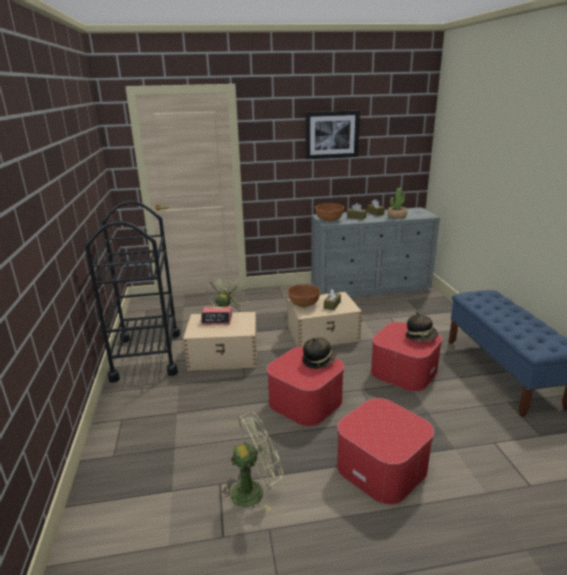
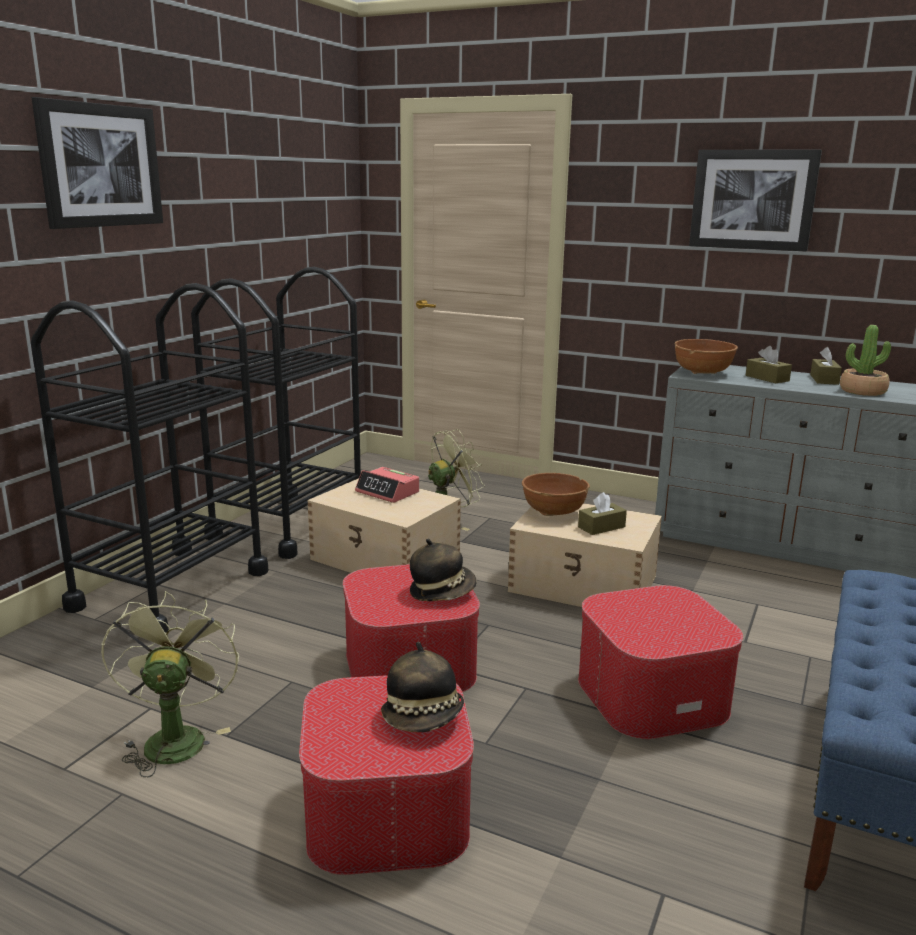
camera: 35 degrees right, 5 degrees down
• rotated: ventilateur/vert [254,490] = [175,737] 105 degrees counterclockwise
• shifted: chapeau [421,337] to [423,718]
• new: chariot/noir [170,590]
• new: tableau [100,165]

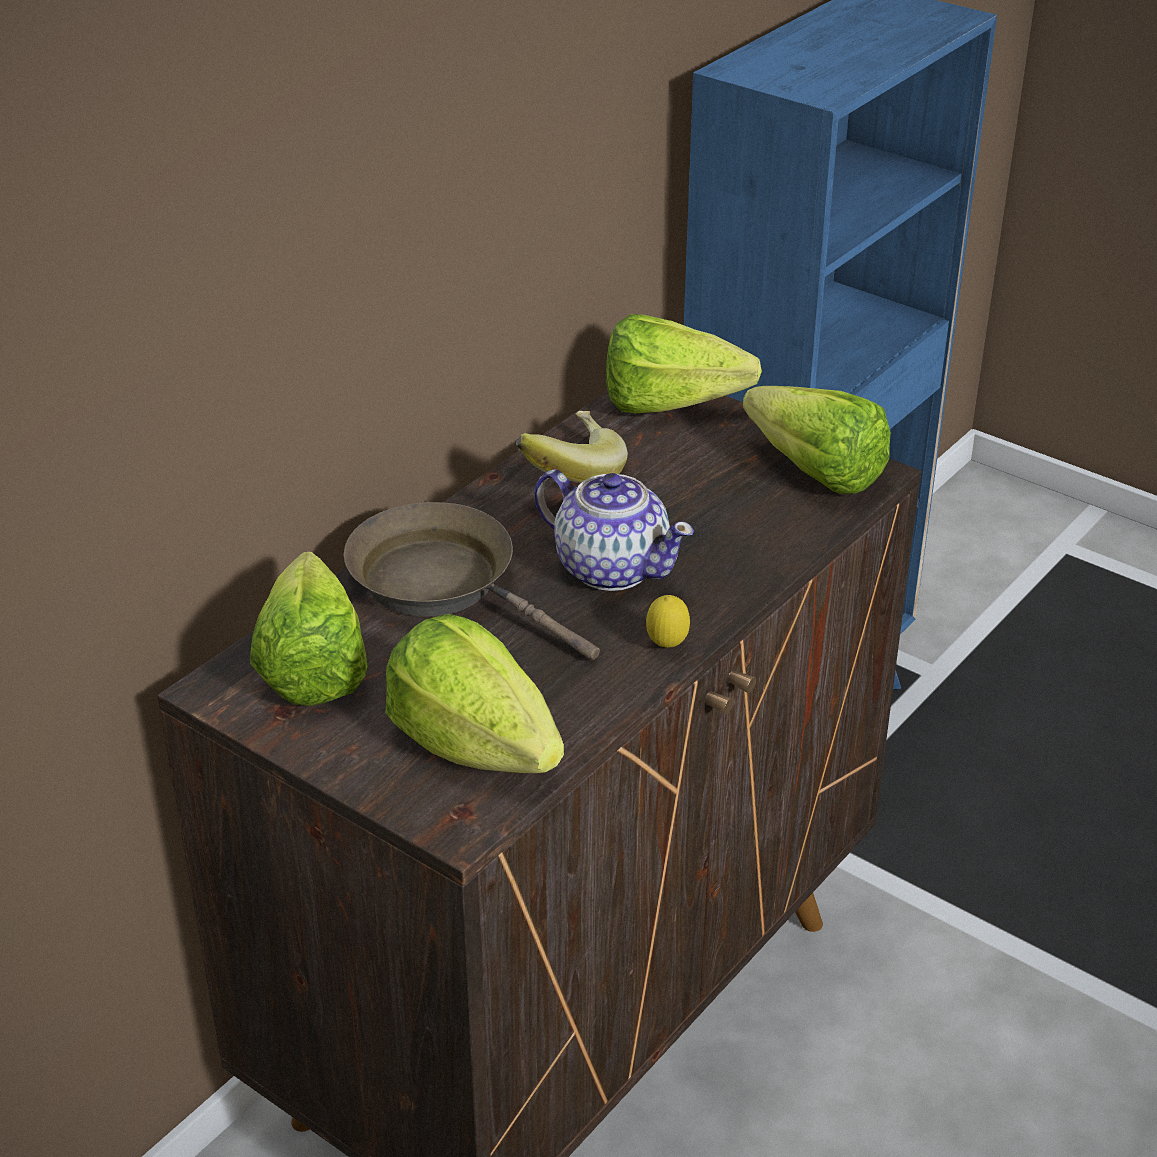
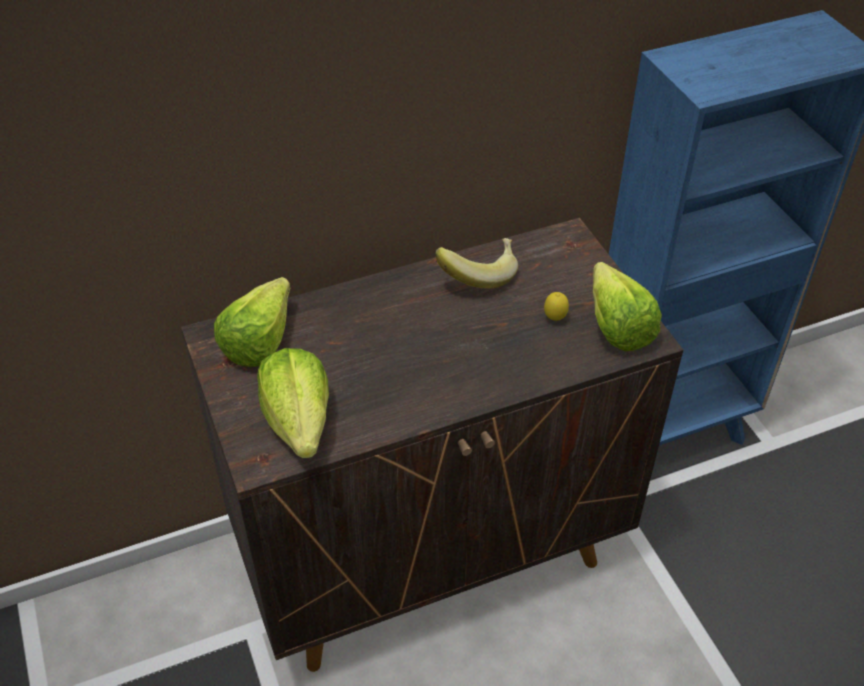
camera: 30 degrees right, 10 degrees up
• gone: poêle/marron [444,585]
• gone: théière [611,567]
• gone: laitue [682,407]
• shifted: citron [667,646] to [554,319]

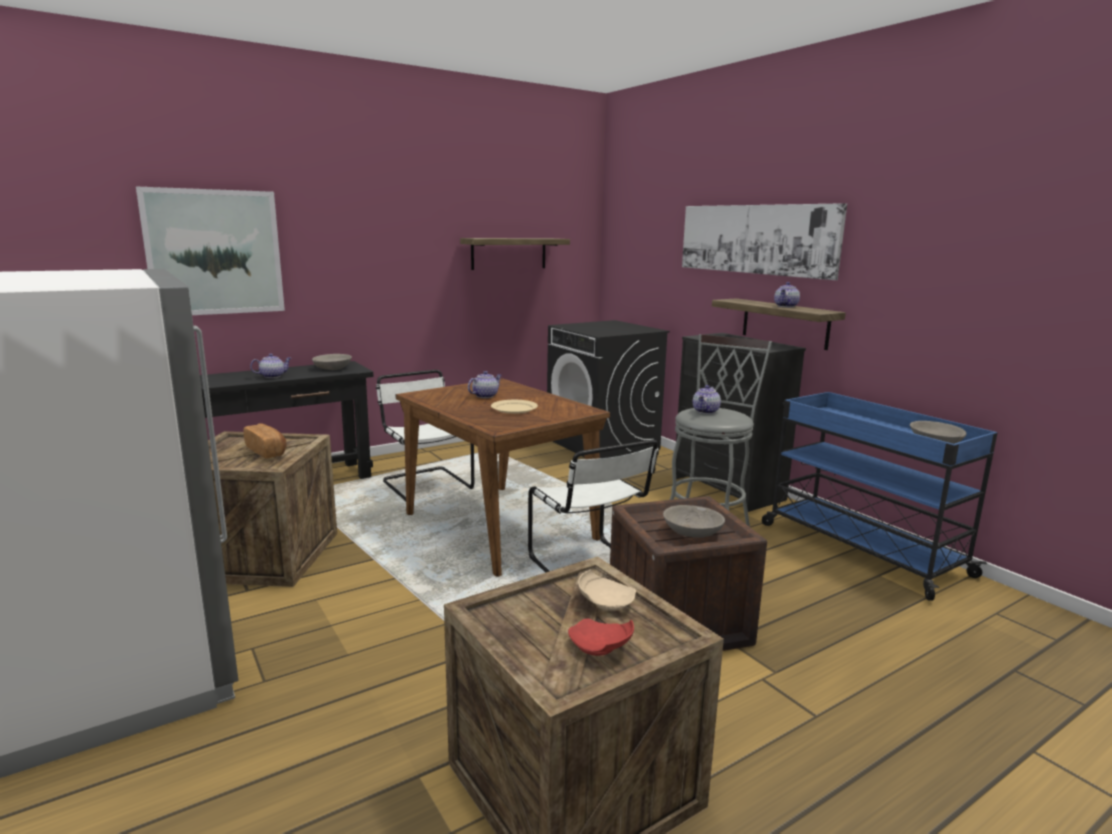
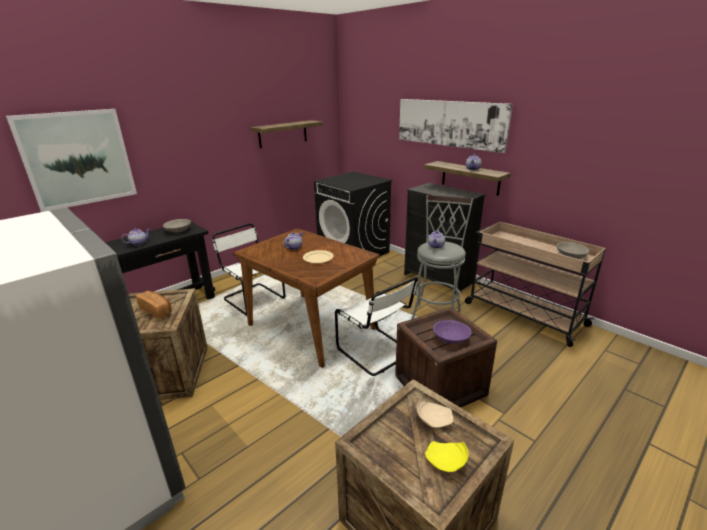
camera: 10 degrees left, 10 degrees up
• repainted: assiette/rouge [600,647] to assiette/jaune [446,462]
• repainted: bol/gris [692,532] to bol/violet [451,338]
• repainted: chariot/bleu [859,548] to chariot/beige [522,313]

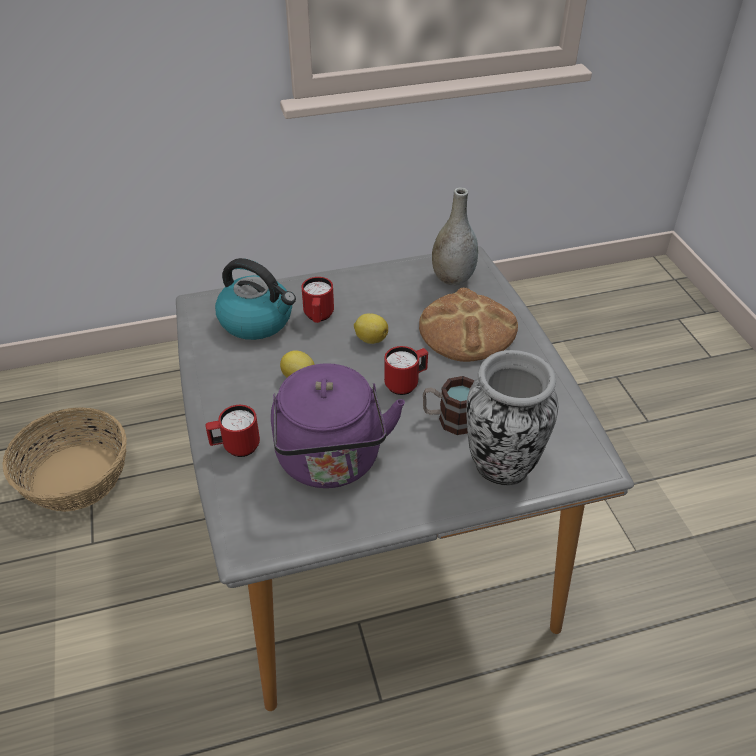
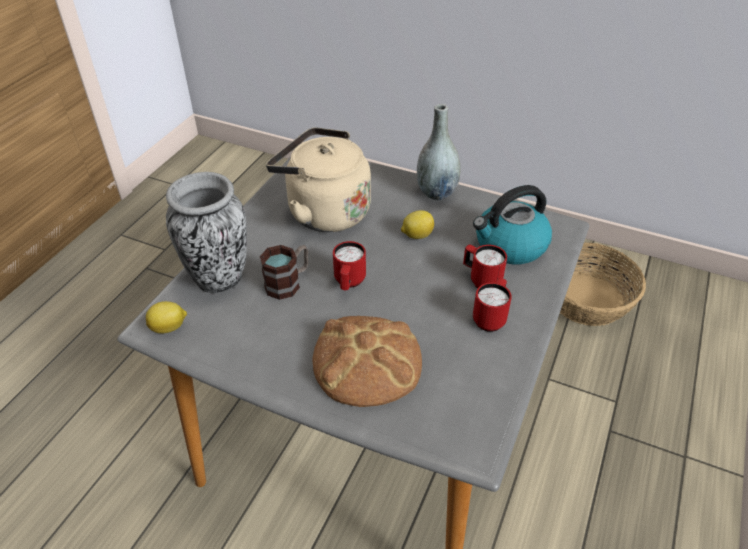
camera: 130 degrees right, 0 degrees up
• shifted: mug/rouge [236,447] to [490,318]
• repainted: bouilloire/violet [331,462] to bouilloire/beige [324,212]
• shifted: citron [370,339] to [169,327]
• shifted: vase/gris [453,278] to [436,193]

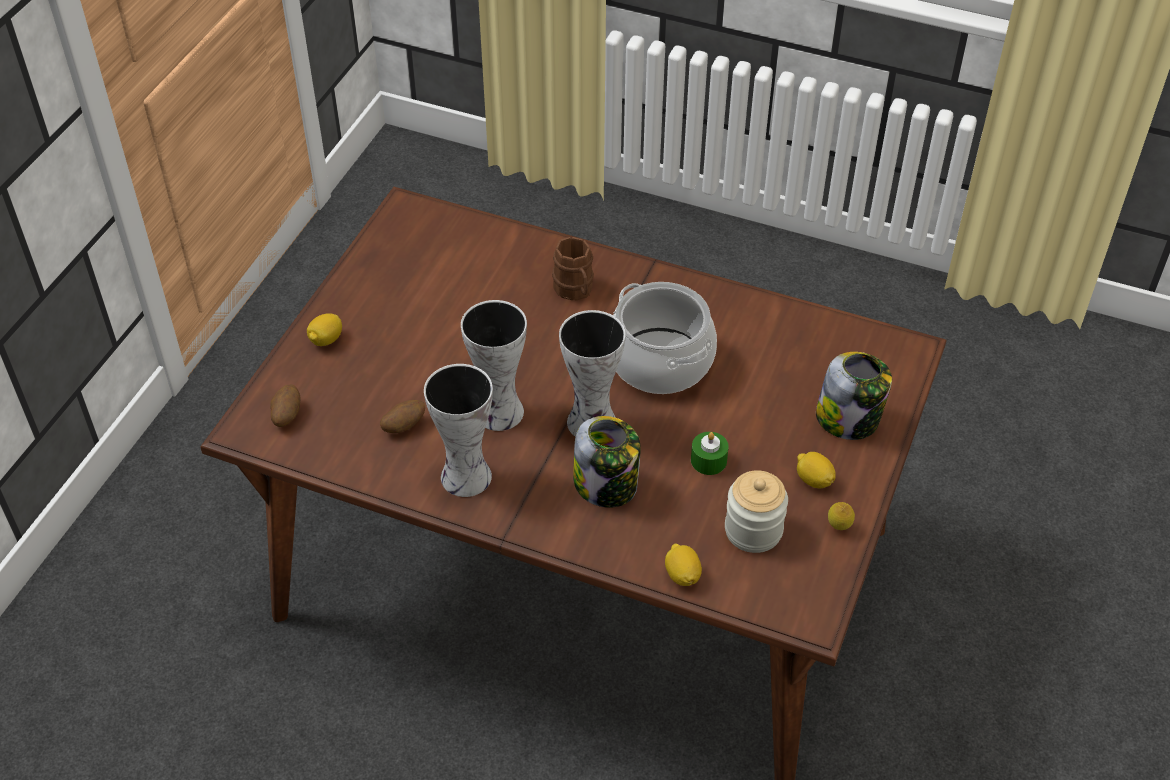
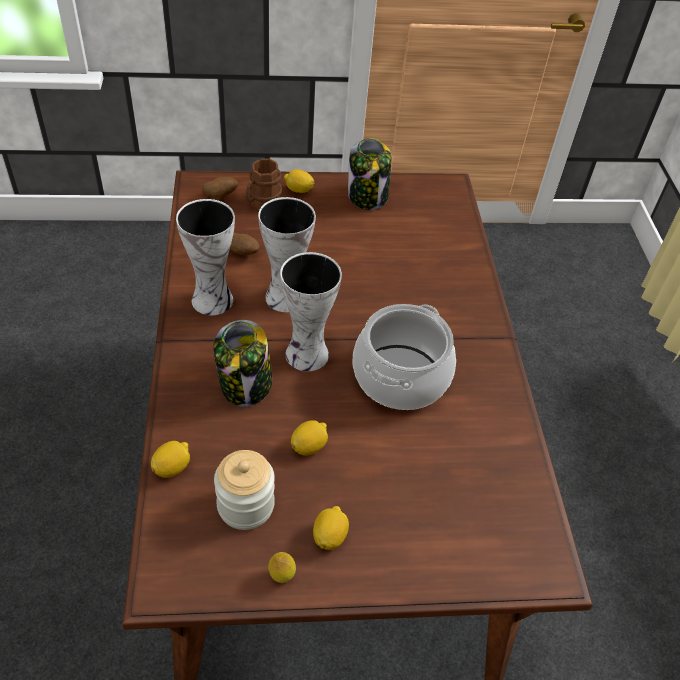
camera: 60 degrees right, 0 degrees up
• shifted: mug/marron [575,291] to [262,203]
• swapped: bougie/vert [708,460] to citron [309,446]
• shifted: bocal [848,419] to [367,196]

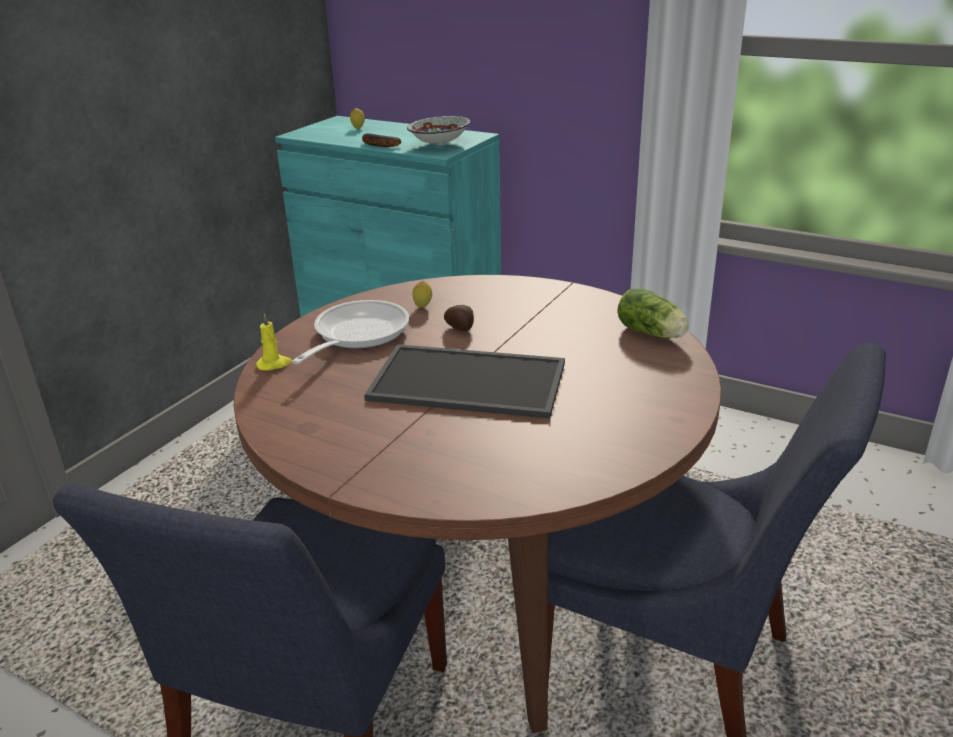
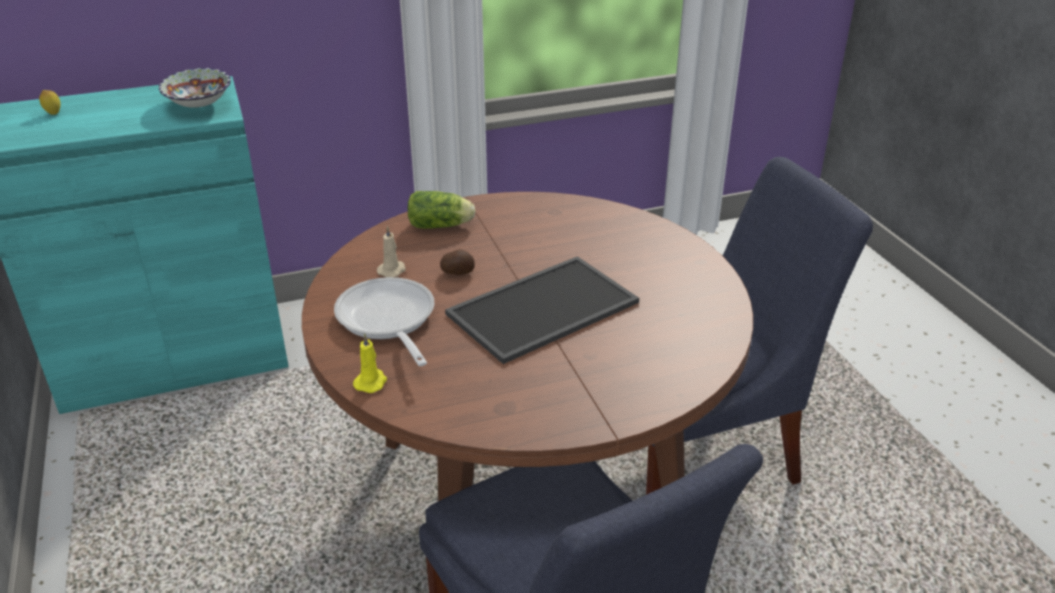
camera: 50 degrees left, 5 degrees up
• gone: banane [377,144]
• swapped: citron [423,306] to bougie/beige [392,270]
• shifted: laitue [652,334] to [442,225]

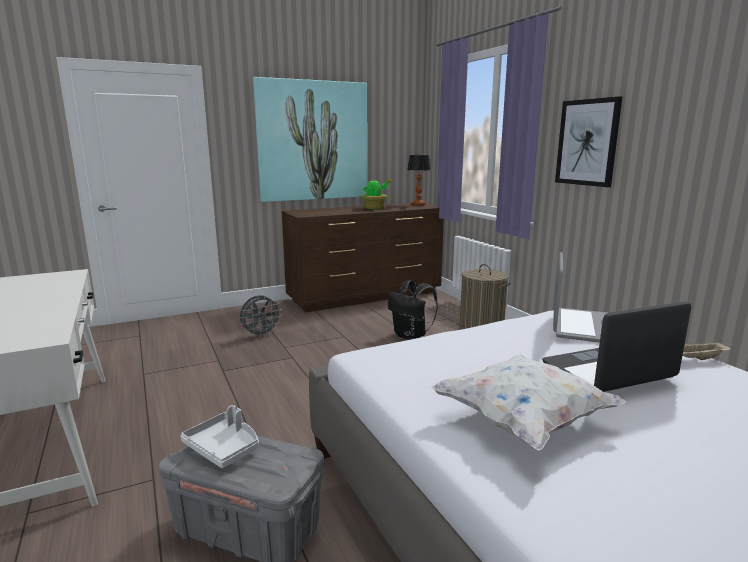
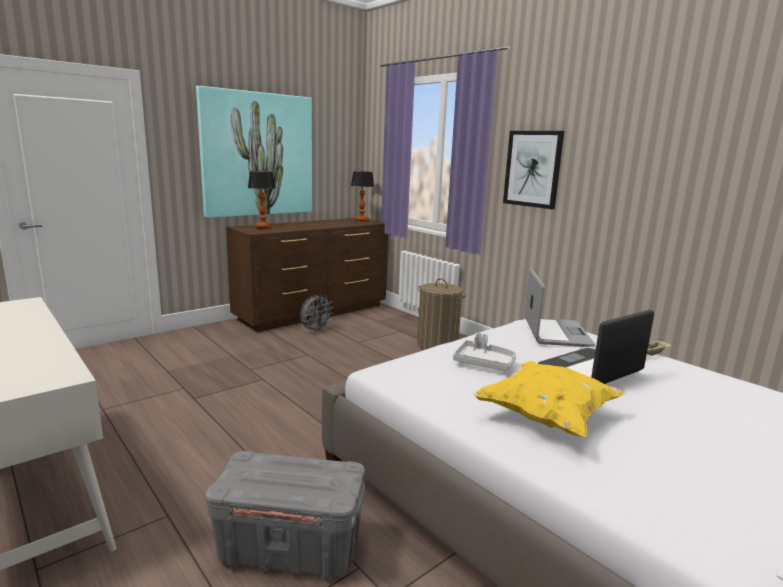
camera: 15 degrees left, 0 degrees up
• shifted: plateau/gris [224,448] to [484,363]
• shifted: ventilateur/gris [261,335] to [315,331]
• gone: plante en pot [374,208]
• gone: sac à dos/noir [411,336]
• repainted: coussin/blanc [523,422] to coussin/jaune [547,417]
• new: lampe de table [262,227]

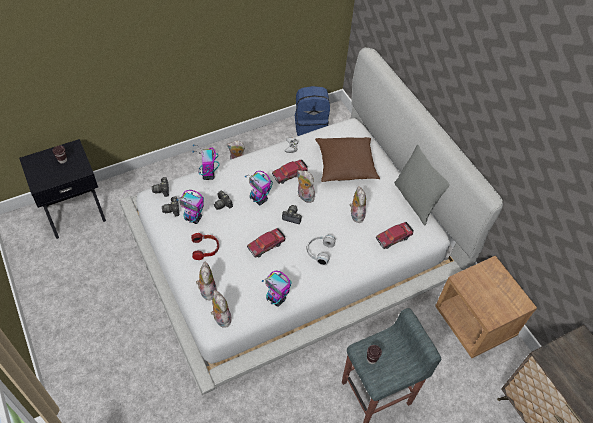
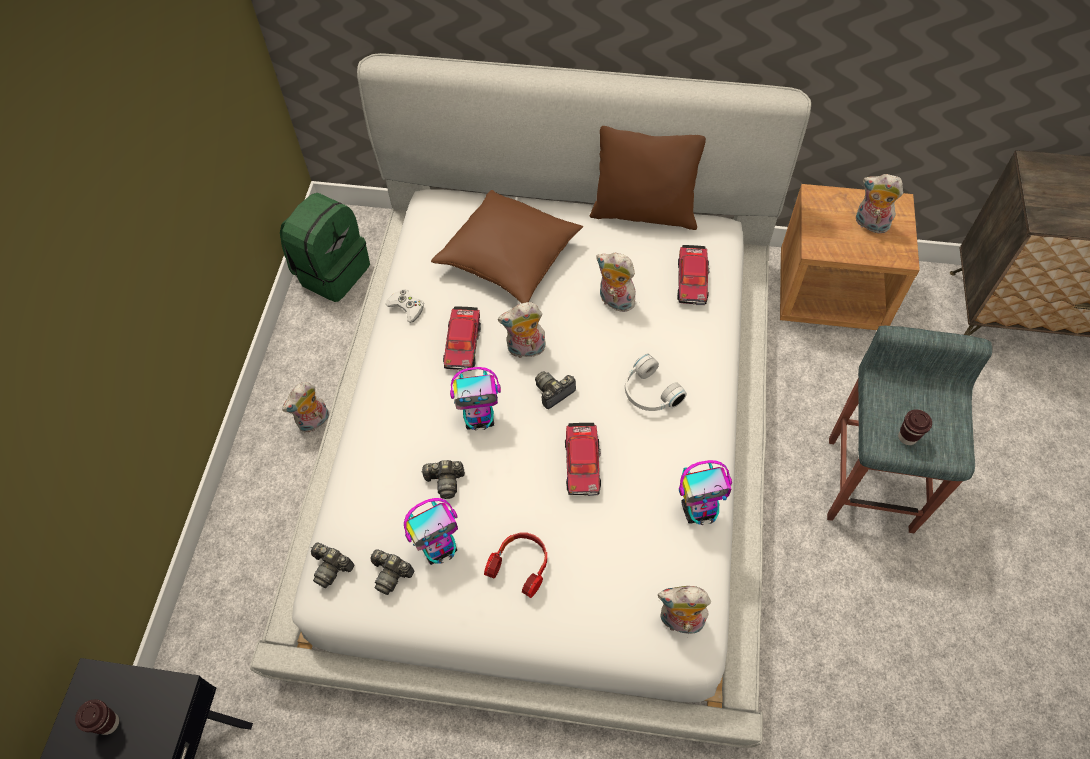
camera: 50 degrees left, 5 degrees up
• gone: robot jouet [208,175]
• shifted: peluche [207,290] to [869,224]
• repainted: sac à dos/bleu [310,125] to sac à dos/vert [332,271]
• repainted: coussin/gris [416,200] to coussin/marron [644,212]

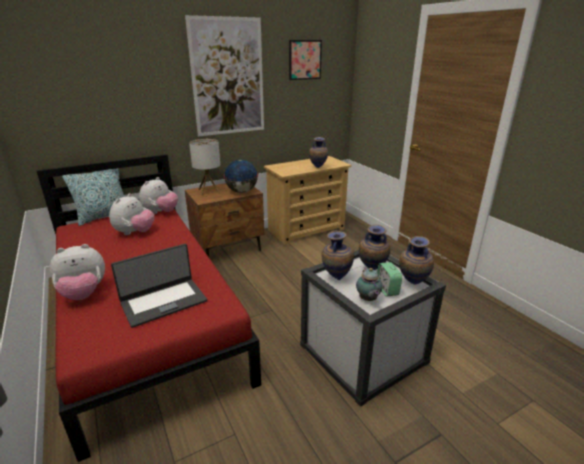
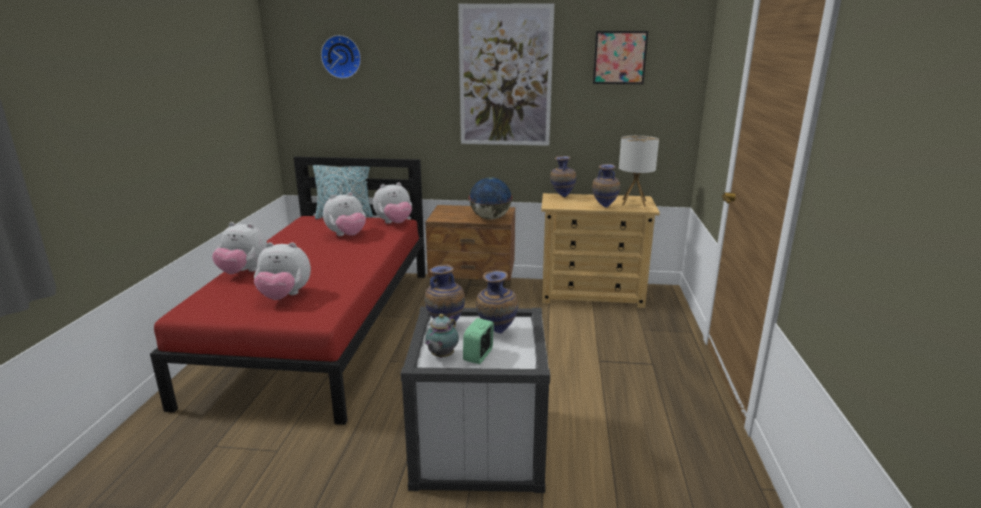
camera: 35 degrees right, 5 degrees down
• swapped: ordinateur portable [163,301] to peluche [284,296]
• shifted: lampe de table [209,191] to [634,203]
• shifted: vase [412,284] to [562,197]
• new: horloge murale [342,56]

